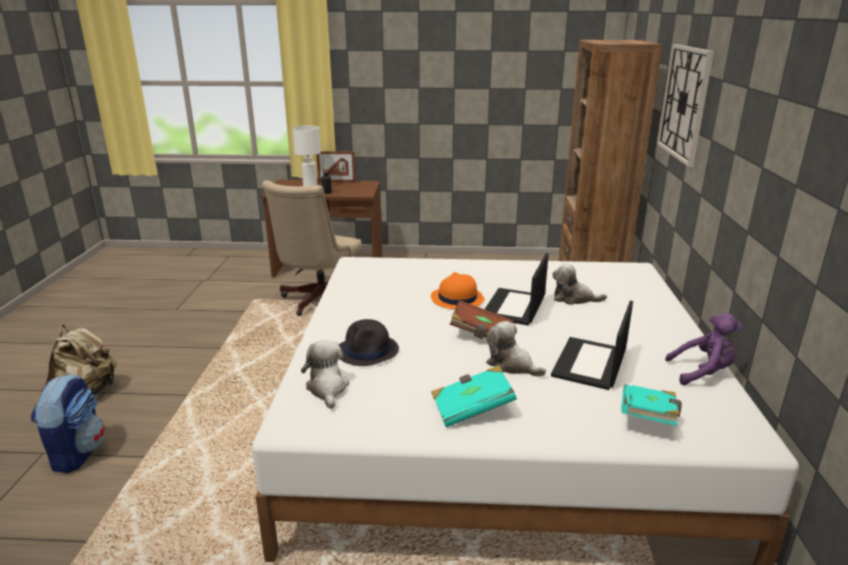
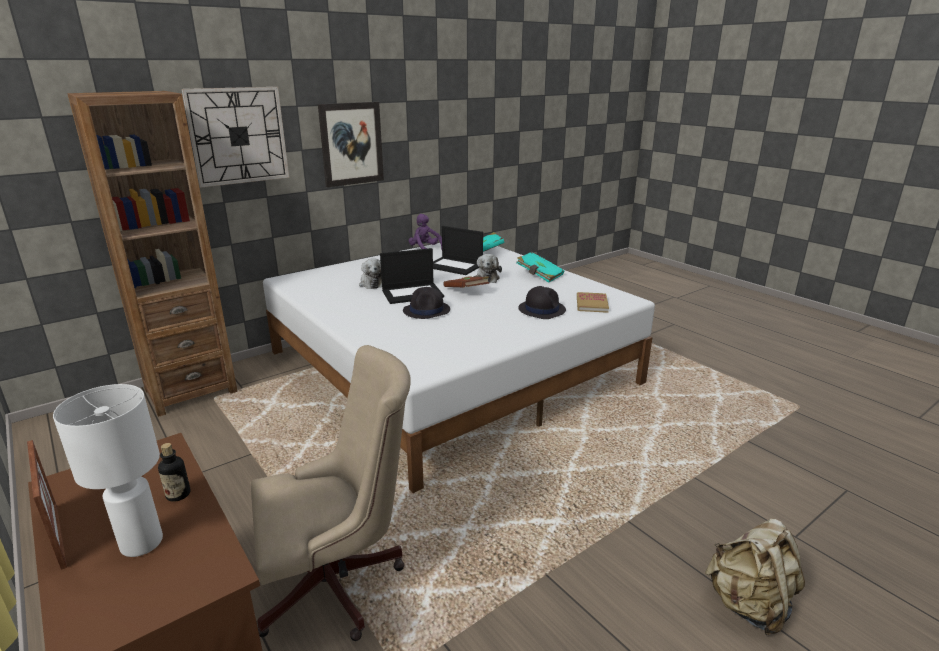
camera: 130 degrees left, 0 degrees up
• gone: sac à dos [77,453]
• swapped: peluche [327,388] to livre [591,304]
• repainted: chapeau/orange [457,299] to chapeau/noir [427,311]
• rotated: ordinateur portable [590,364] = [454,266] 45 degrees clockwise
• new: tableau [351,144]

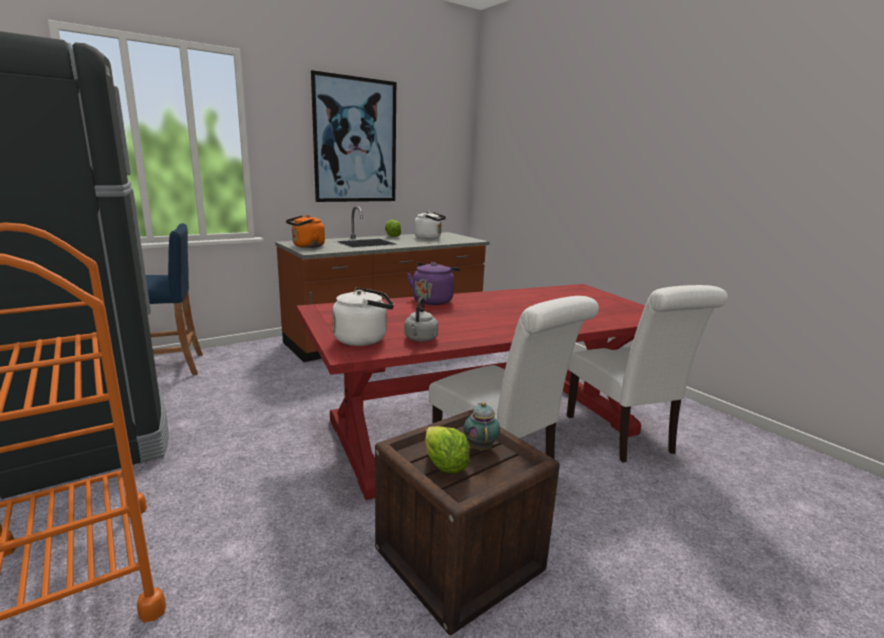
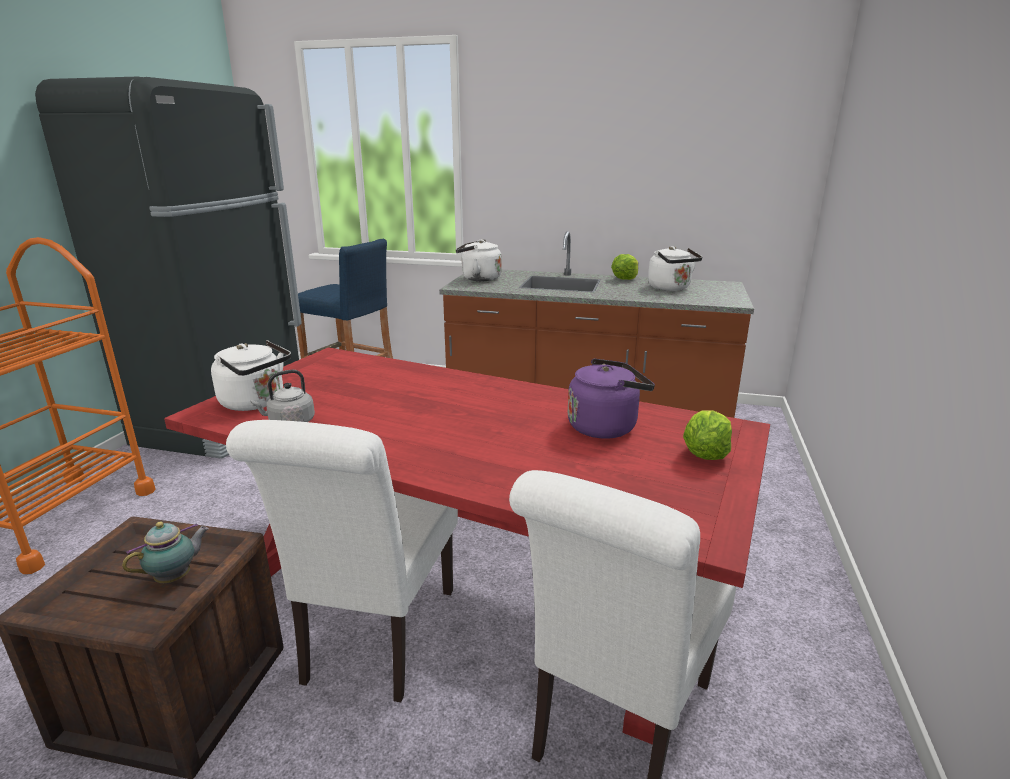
camera: 50 degrees right, 5 degrees up
• repainted: bouilloire/orange [306,246] to bouilloire/blanc [478,279]
• gone: tableau [355,141]
• shifted: bouilloire/violet [433,300] to [605,427]
• shifted: laitue [444,466] to [705,454]

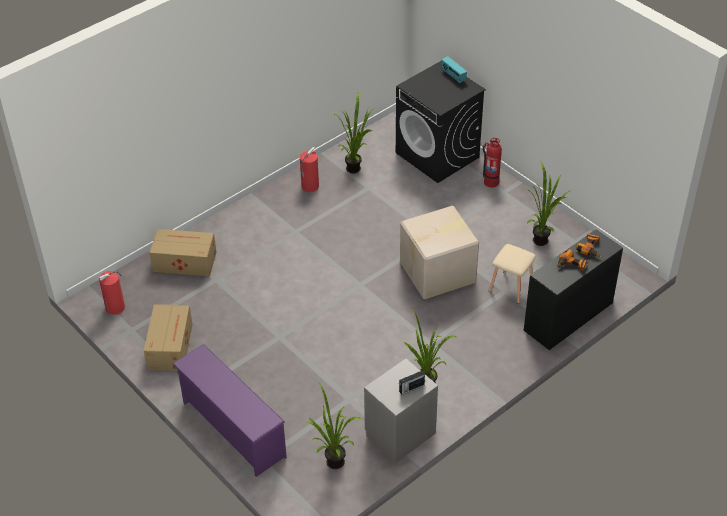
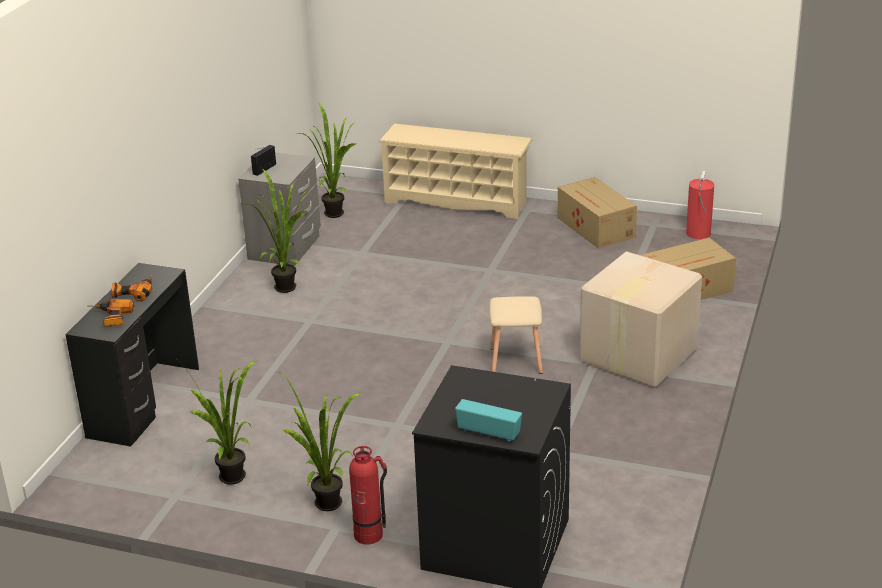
camera: 150 degrees right, 15 degrees down
• repainted: étagère à chaussures/violet [232,429] to étagère à chaussures/beige [457,201]
• gone: extincteur [309,186]
• shifted: plante en pot [355,167] to [326,508]
• shifted: carton [438,273] to [636,355]
• shifted: tabouret/beige [511,286] to [516,361]

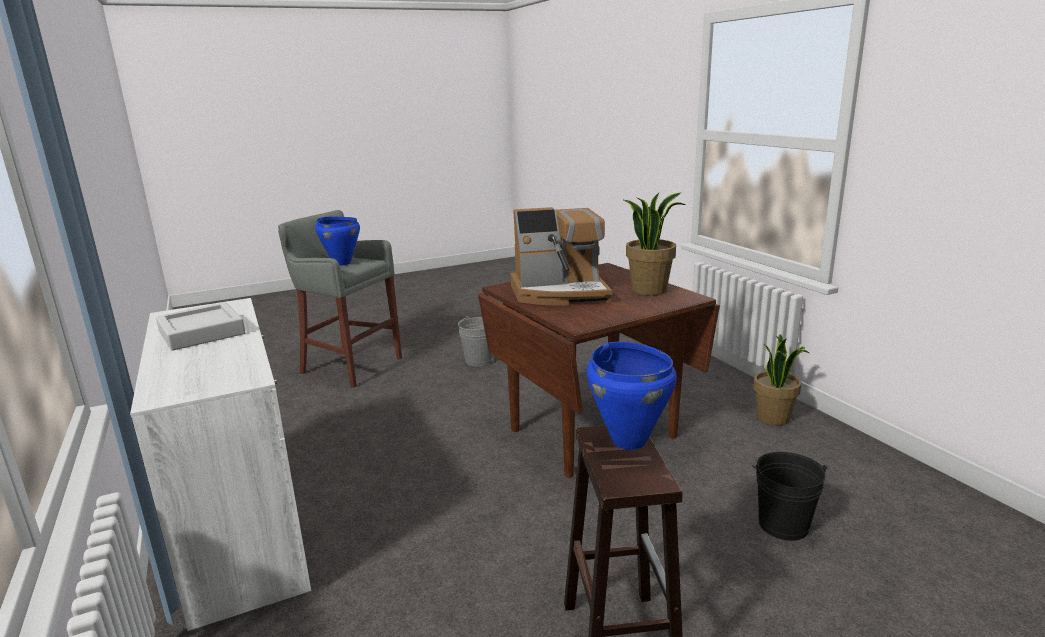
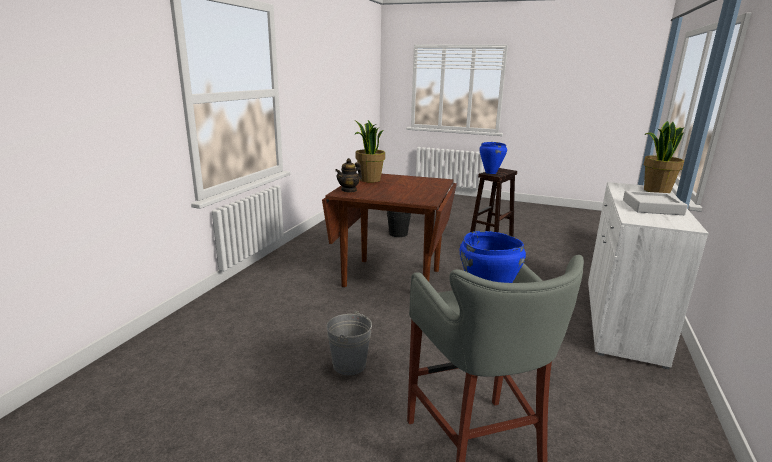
camera: 135 degrees left, 0 degrees up
• gone: machine à café [560,293]
• shifted: plante en pot [774,418] to [656,190]
• new: théière [349,190]

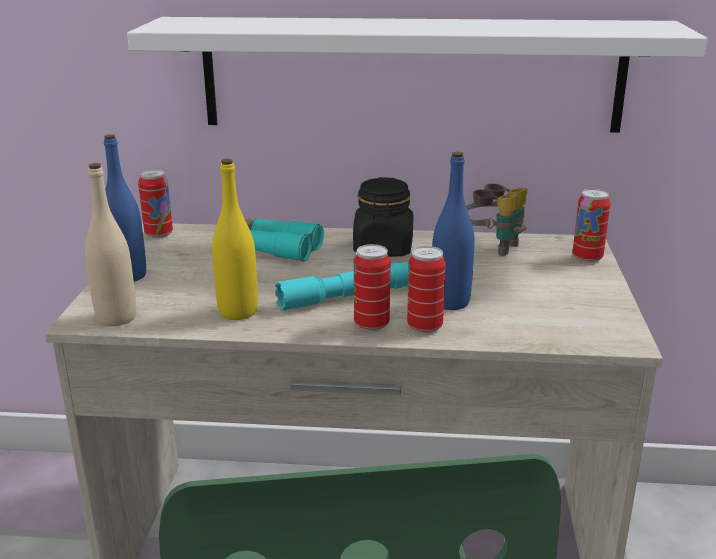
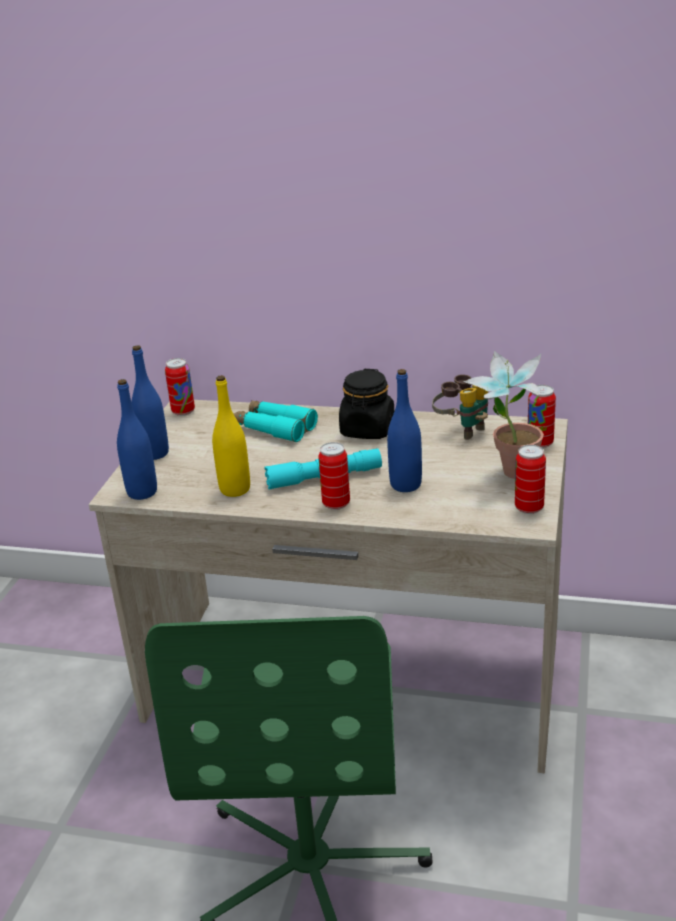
camera: 10 degrees right, 5 degrees up
• repainted: bouteille/beige [116,318] to bouteille/bleu [142,492]
• gone: étagère/blanc [411,74]
• shifted: boîte métallique [424,327] to [529,508]
• new: plante en pot [507,474]

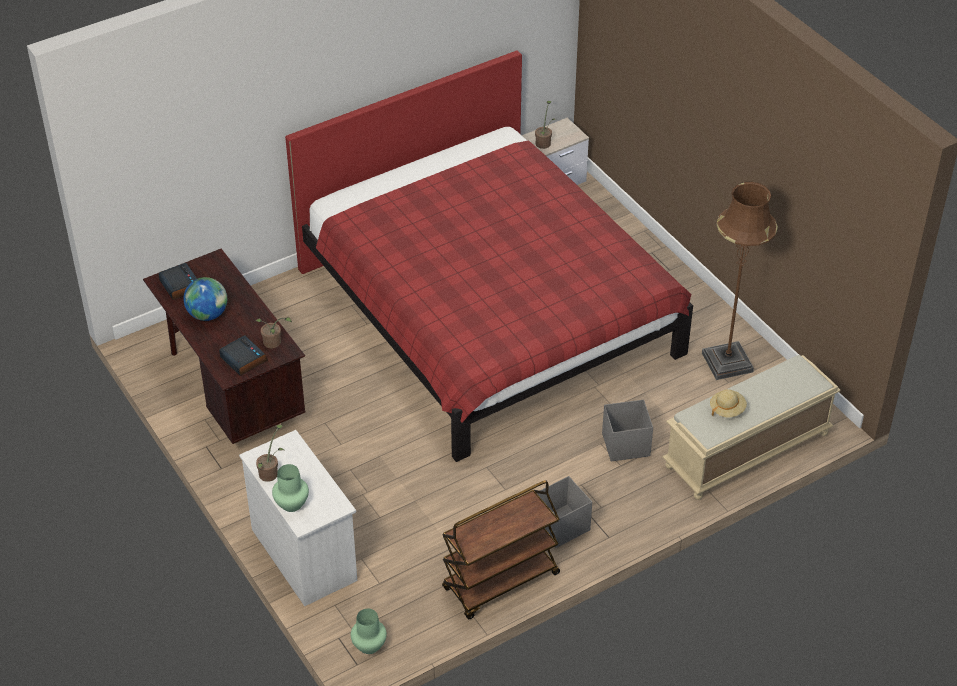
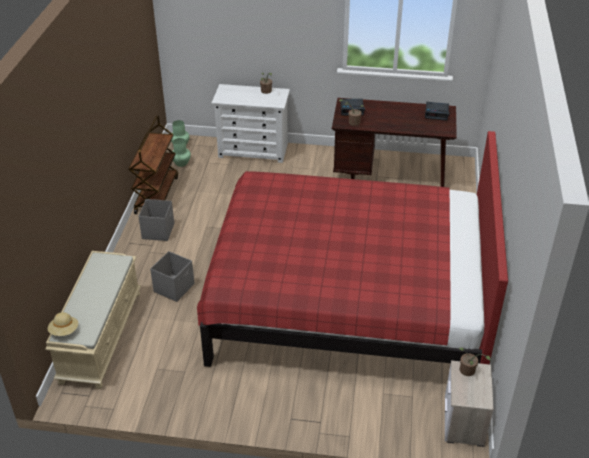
camera: 130 degrees right, 5 degrees down
• gone: globe [207,314]
• shifted: vase/vert [291,503] to [181,163]
• gone: lampadaire/marron [727,362]
• shifted: chapeau/beige [727,409] to [64,331]

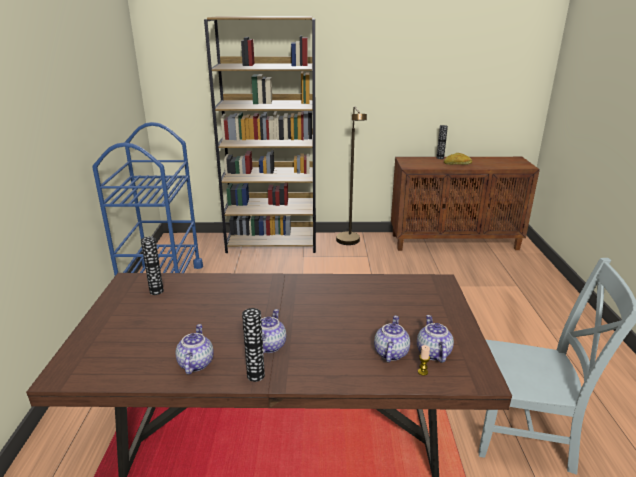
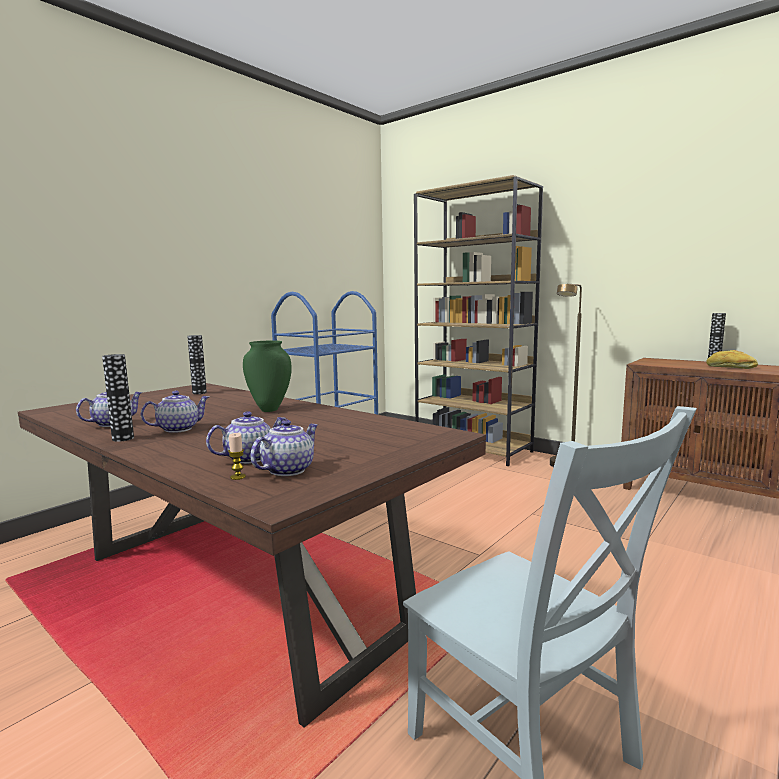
camera: 40 degrees right, 15 degrees down
• new: vase/vert [269,410]

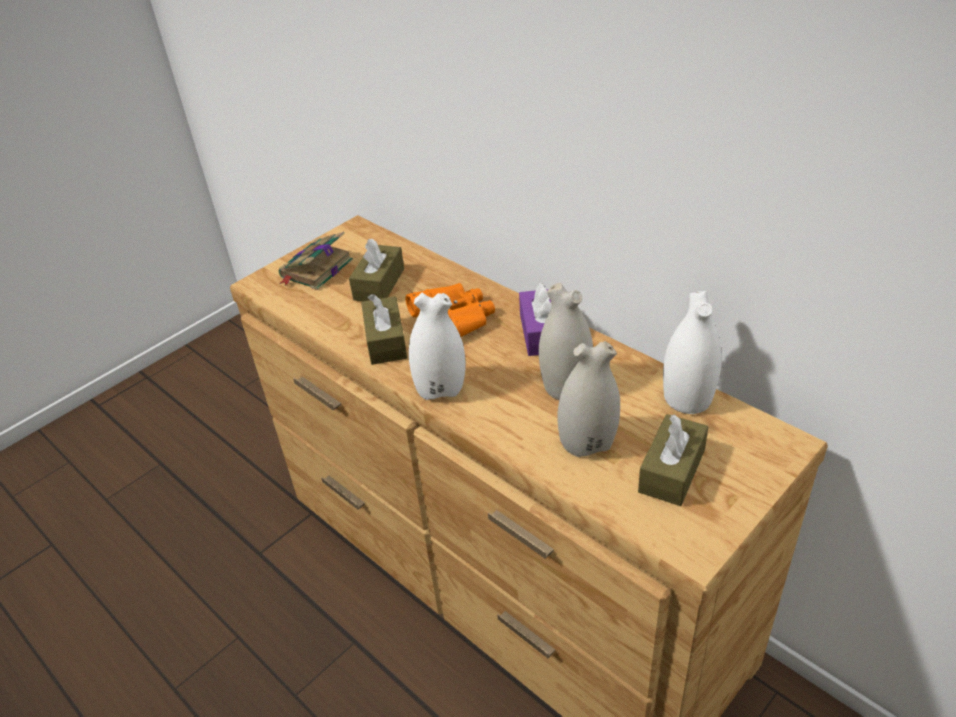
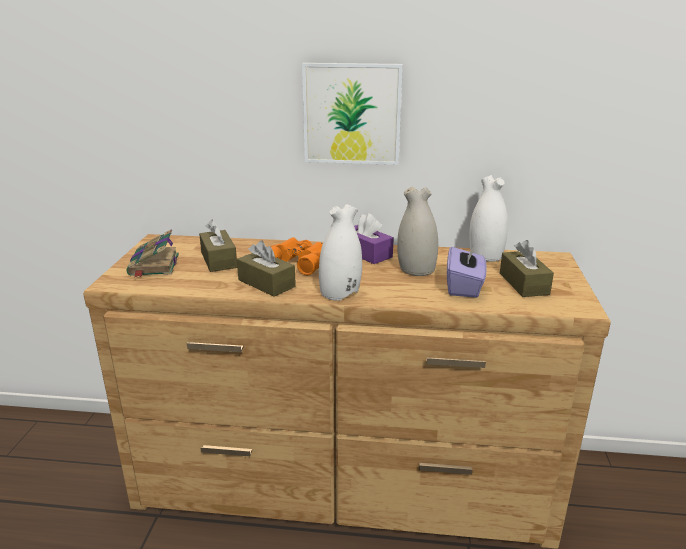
camera: 40 degrees left, 15 degrees down
• swapped: vase/blanc [588,441] to boîte à mouchoirs/violet [464,287]
• new: tableau [352,114]

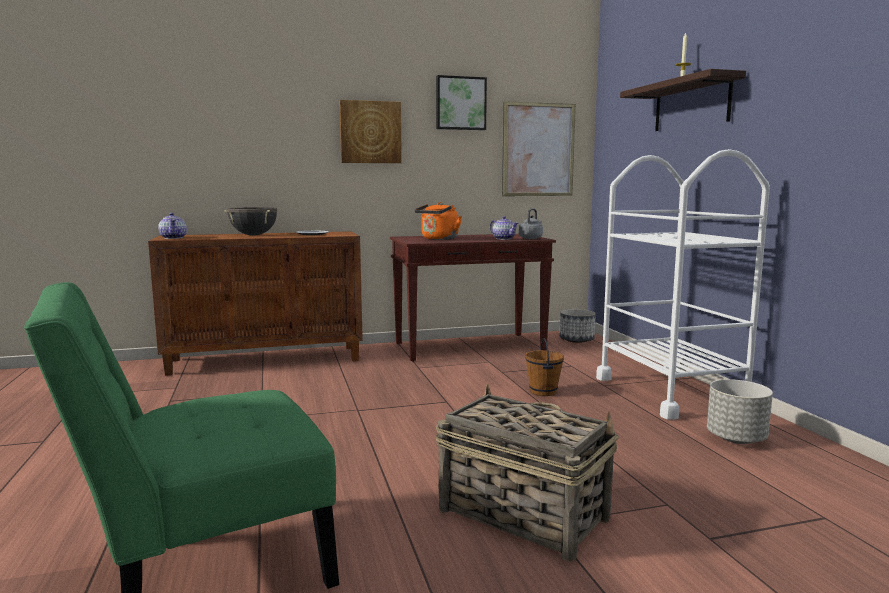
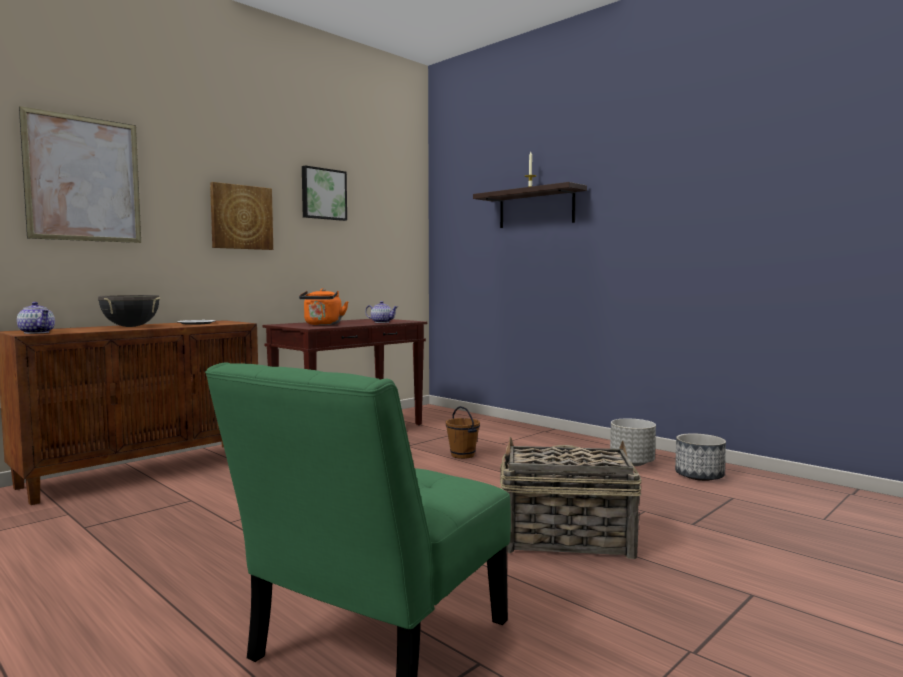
camera: 30 degrees left, 5 degrees down
• shifted: tableau [538,150] to [83,179]
• gone: bouilloire/gris [531,238]
• shifted: cache-pot [576,339] to [699,476]
• gone: chariot/blanc [670,392]

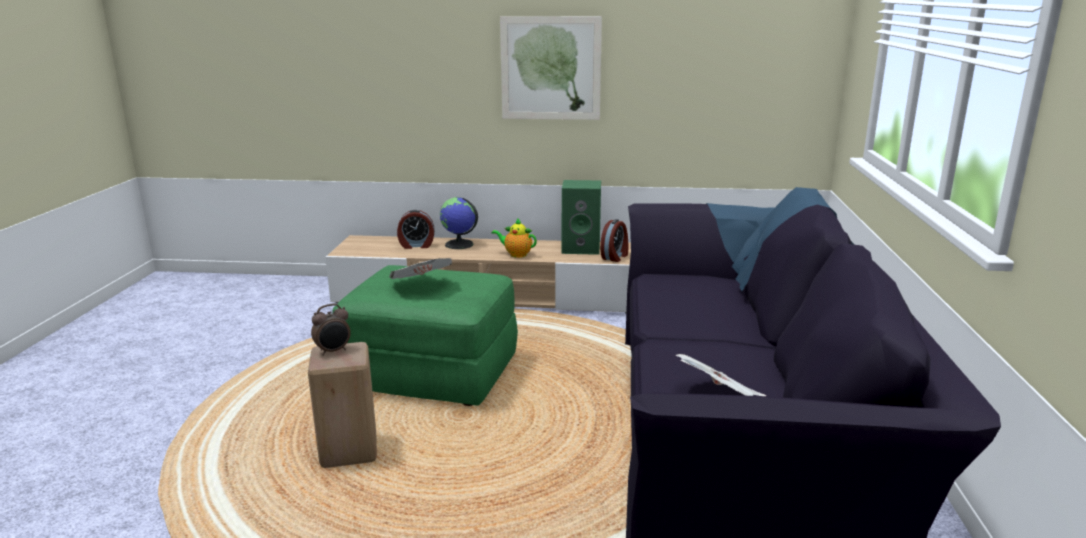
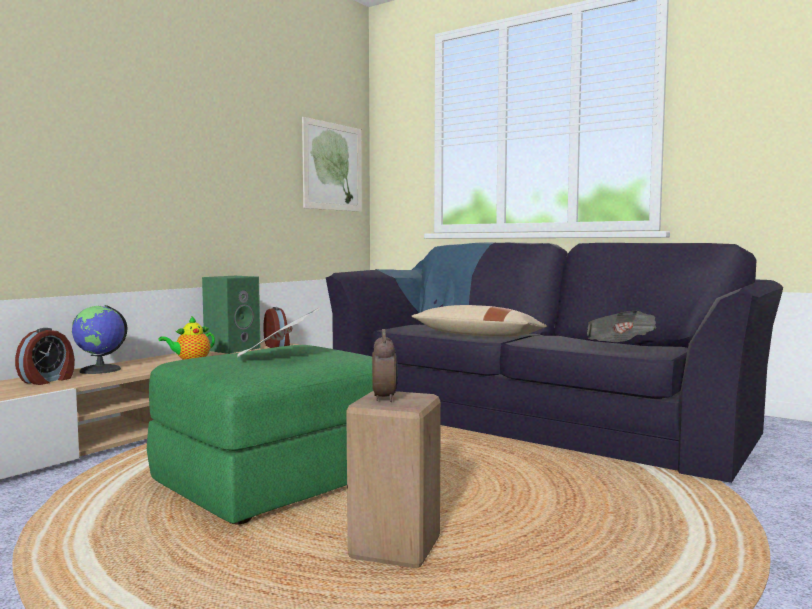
camera: 60 degrees left, 15 degrees down
• shifted: tableau [550,68] to [332,167]
• new: coussin/beige [478,336]

